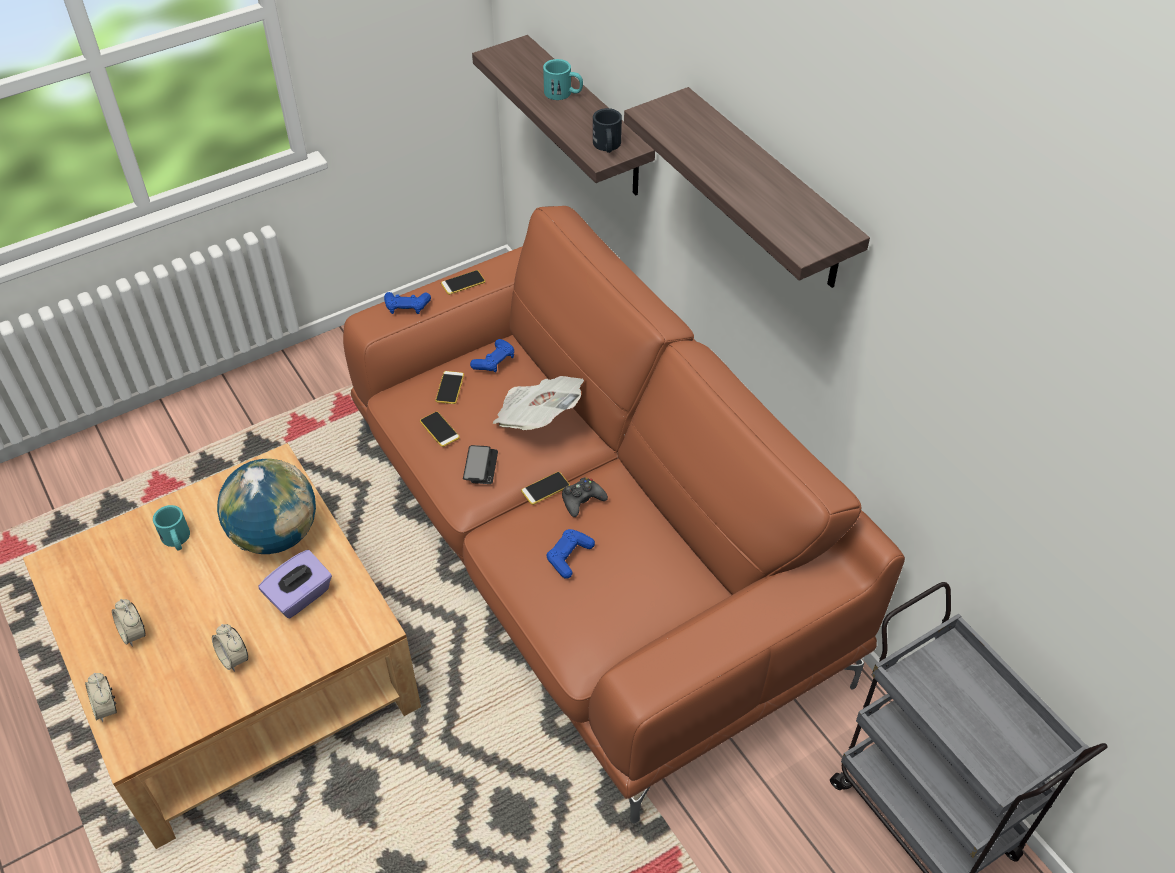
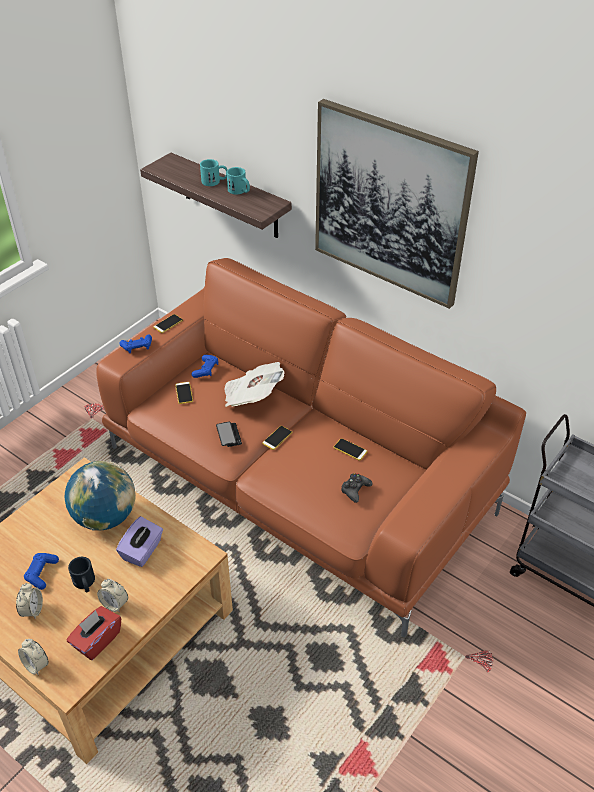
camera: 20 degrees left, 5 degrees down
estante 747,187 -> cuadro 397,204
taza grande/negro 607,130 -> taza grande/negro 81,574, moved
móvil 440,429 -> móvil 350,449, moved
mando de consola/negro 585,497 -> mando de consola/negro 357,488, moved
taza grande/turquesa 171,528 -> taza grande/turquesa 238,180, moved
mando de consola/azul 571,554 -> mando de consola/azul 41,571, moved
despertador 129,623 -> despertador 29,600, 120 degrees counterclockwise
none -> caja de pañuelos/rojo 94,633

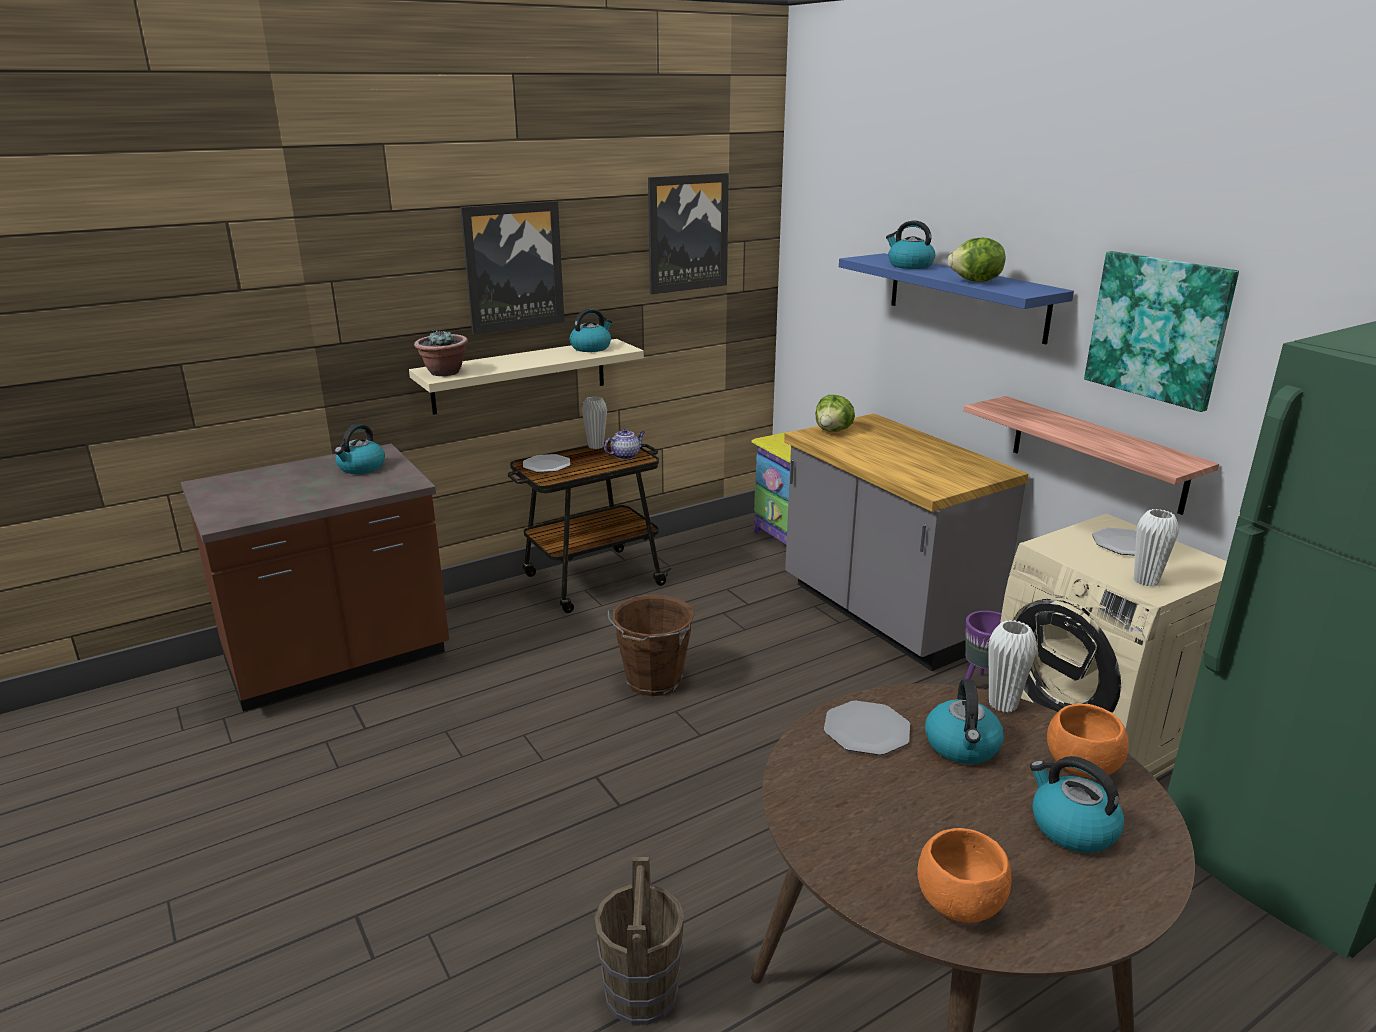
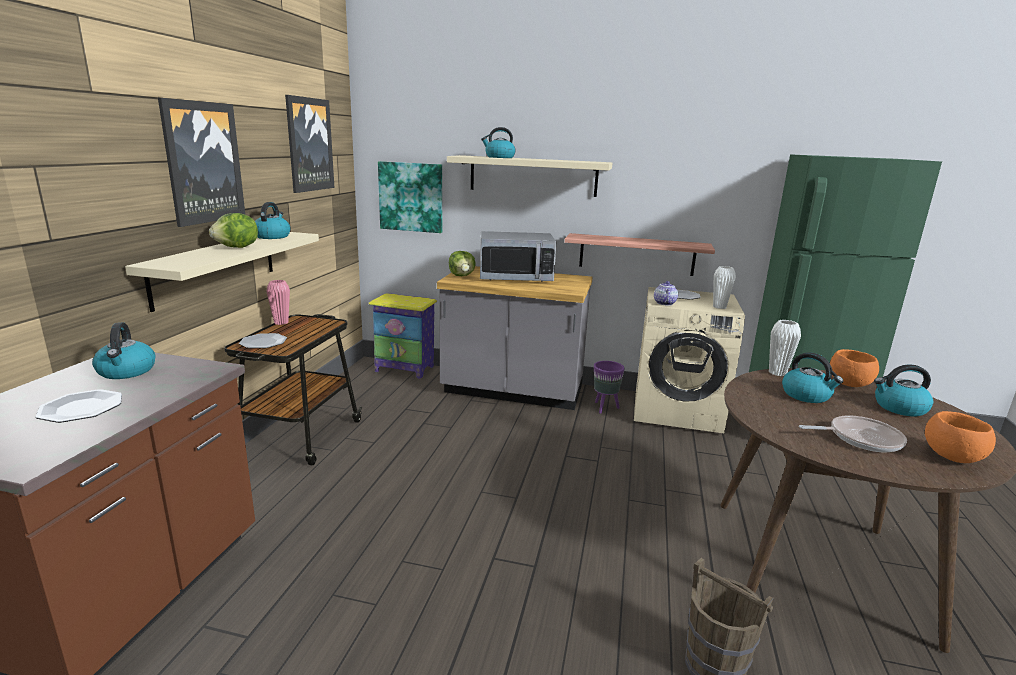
camera: 45 degrees left, 5 degrees down
lechuga 976,260 -> lechuga 233,230, moved
cuadro 1161,331 -> cuadro 410,197, moved
estante/azul 956,299 -> estante/beis 529,176
planta en maceta 441,353 -> none
florero/blanco 594,423 -> florero/rosa 278,302
tetera 624,444 -> tetera 666,293, moved
cubo/marrón 651,645 -> none
plato 867,728 -> plato 78,406, moved
none -> microondas 518,256
none -> sartén 853,434

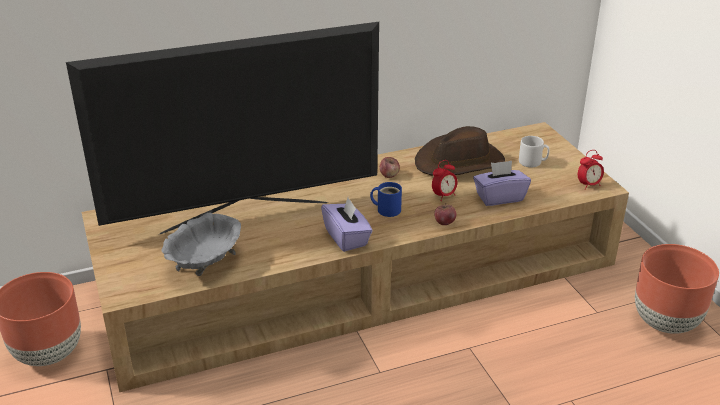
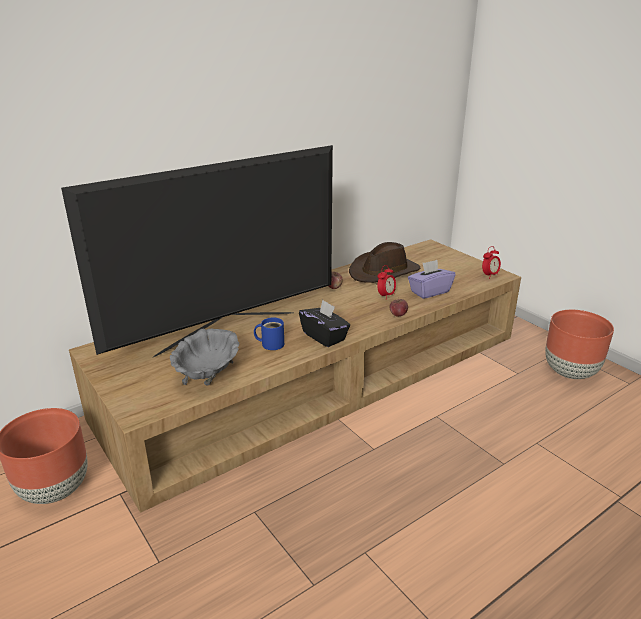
camera: 15 degrees left, 5 degrees down
taza grande/gris 534,151 -> none
taza grande/azul 386,199 -> taza grande/azul 269,334, moved
caja de pañuelos/morado 346,225 -> caja de pañuelos/negro 324,323

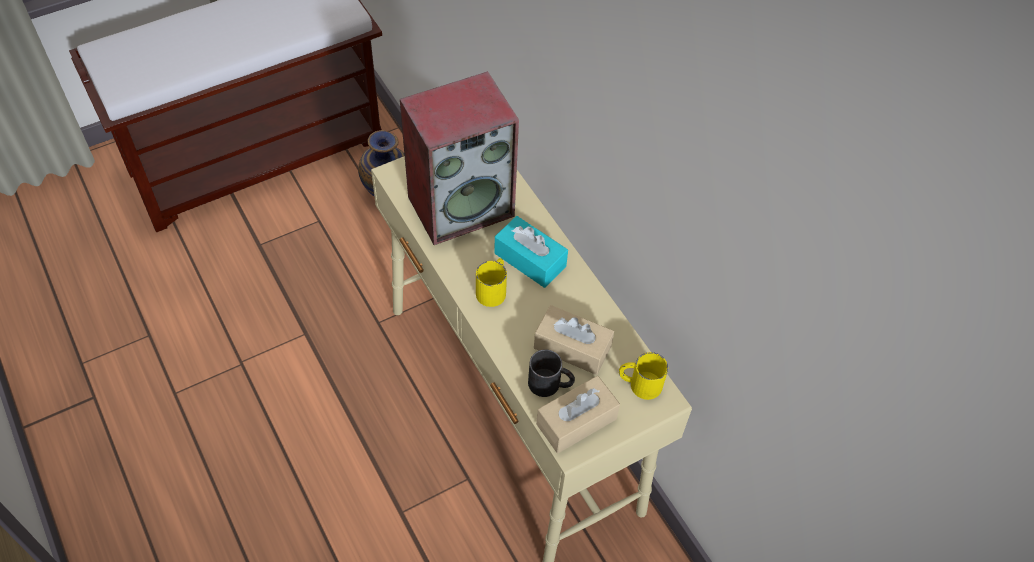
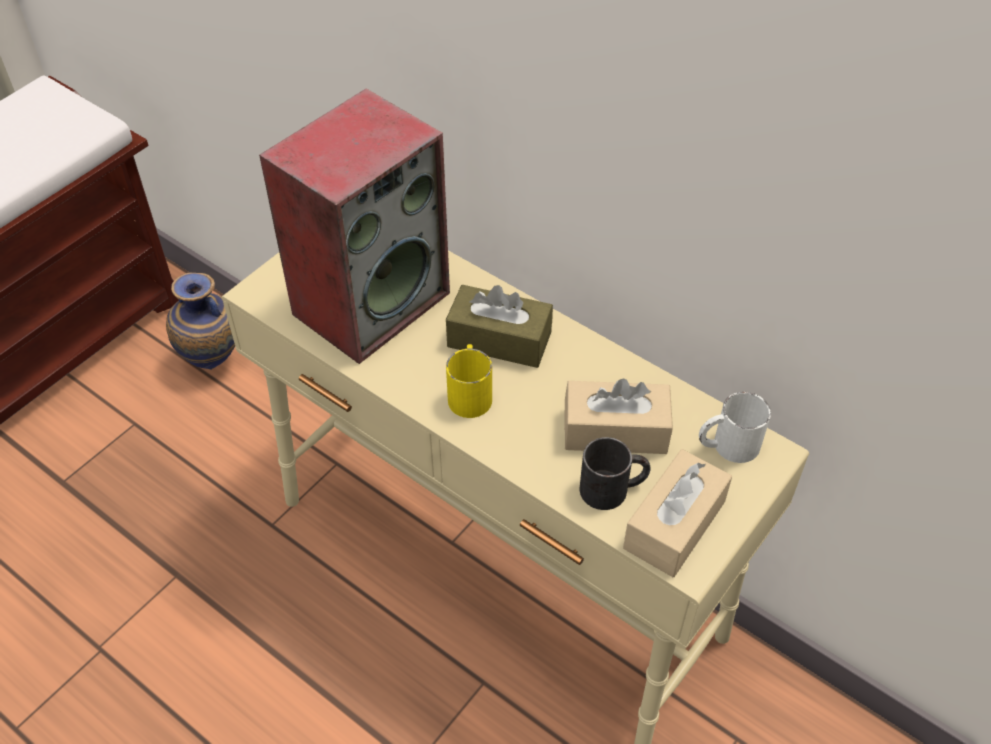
camera: 20 degrees left, 5 degrees down
caja de pañuelos/turquesa 531,252 -> caja de pañuelos/marrón 499,326
taza grande/amarillo 643,376 -> taza grande/blanco 735,427

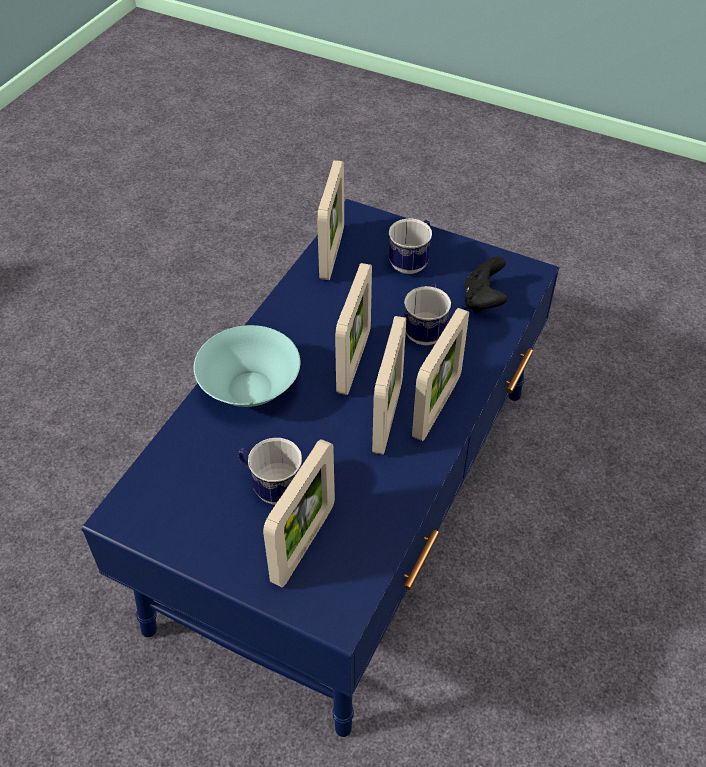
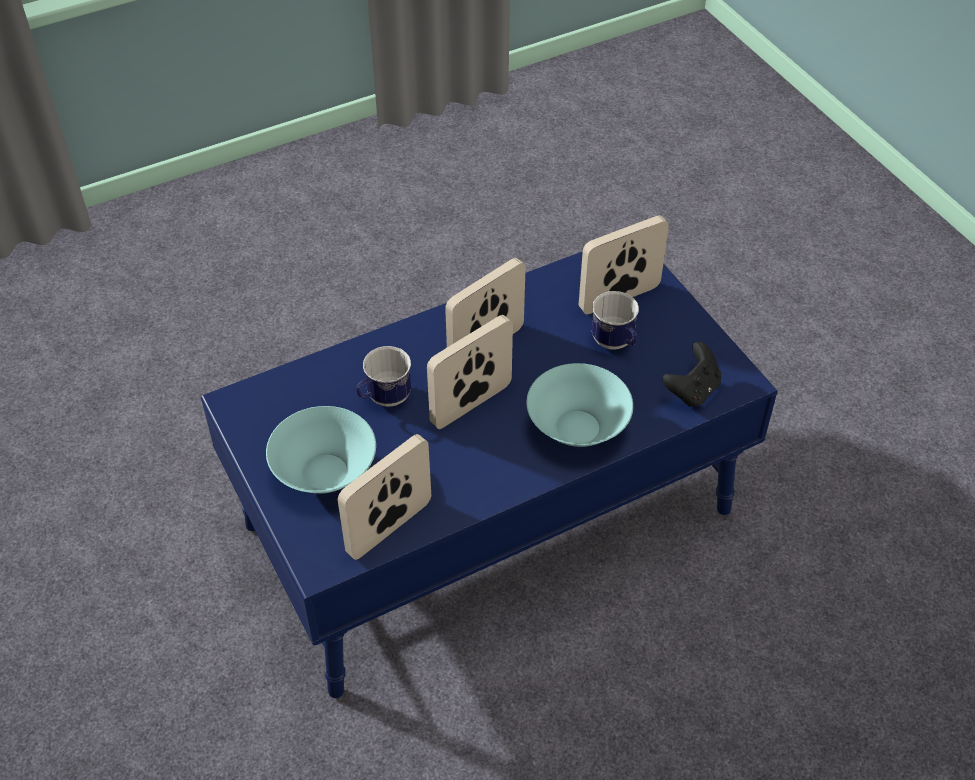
camera: 145 degrees left, 0 degrees up
taza grande 410,246 -> cuenco/turquesa 321,450
mando de consola/negro 486,285 -> mando de consola/negro 692,374, moved
portarretratos 440,374 -> none

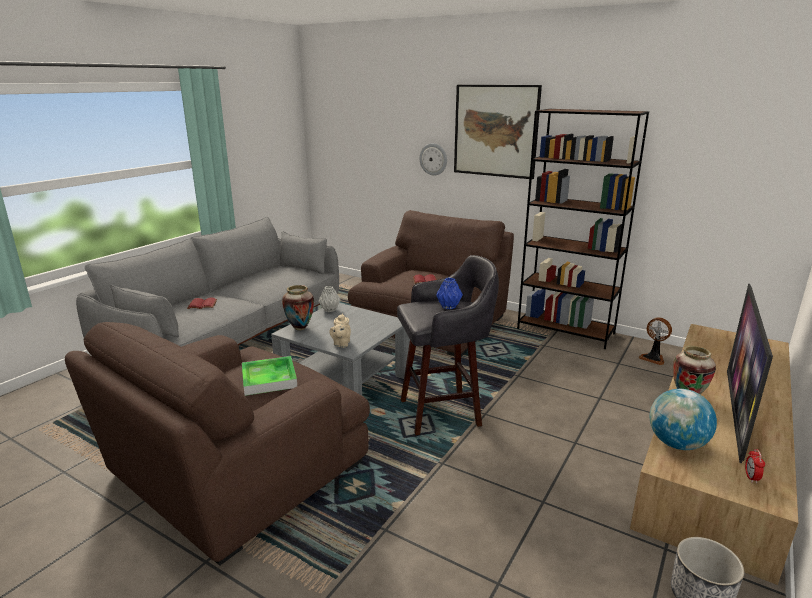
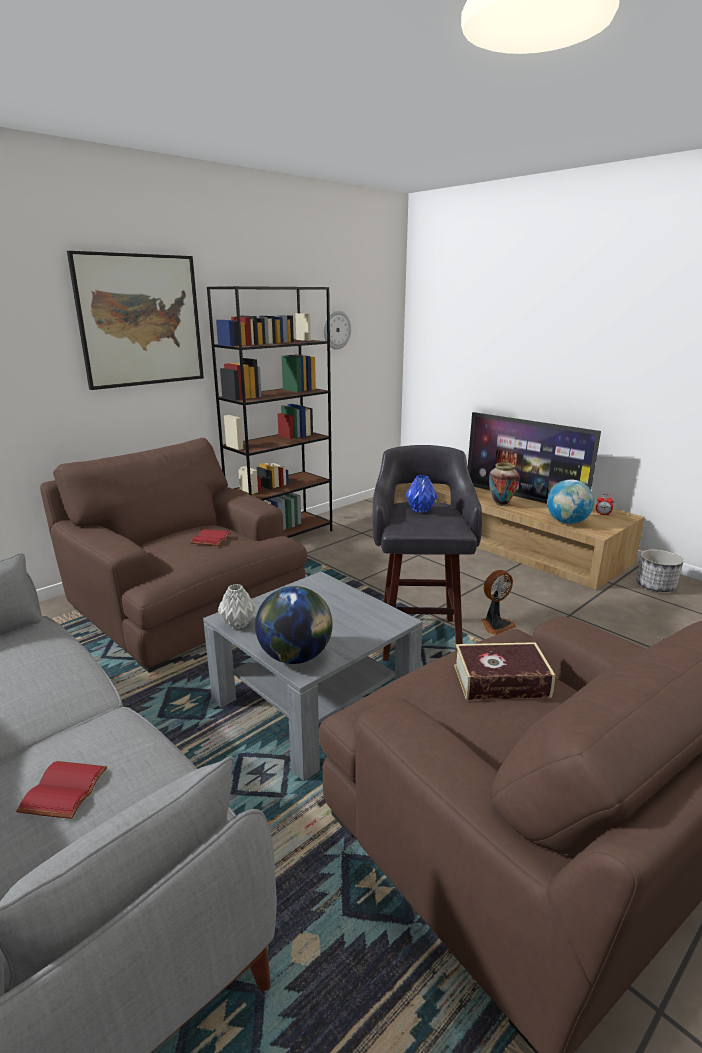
camera: 75 degrees left, 0 degrees up
reloj de pared 433,159 -> reloj de pared 337,330, moved
florero 298,307 -> globo terráqueo 294,625
tetera/beis 340,330 -> none
ventilador 655,341 -> ventilador 498,602, moved
bandeja 269,376 -> libro 504,671

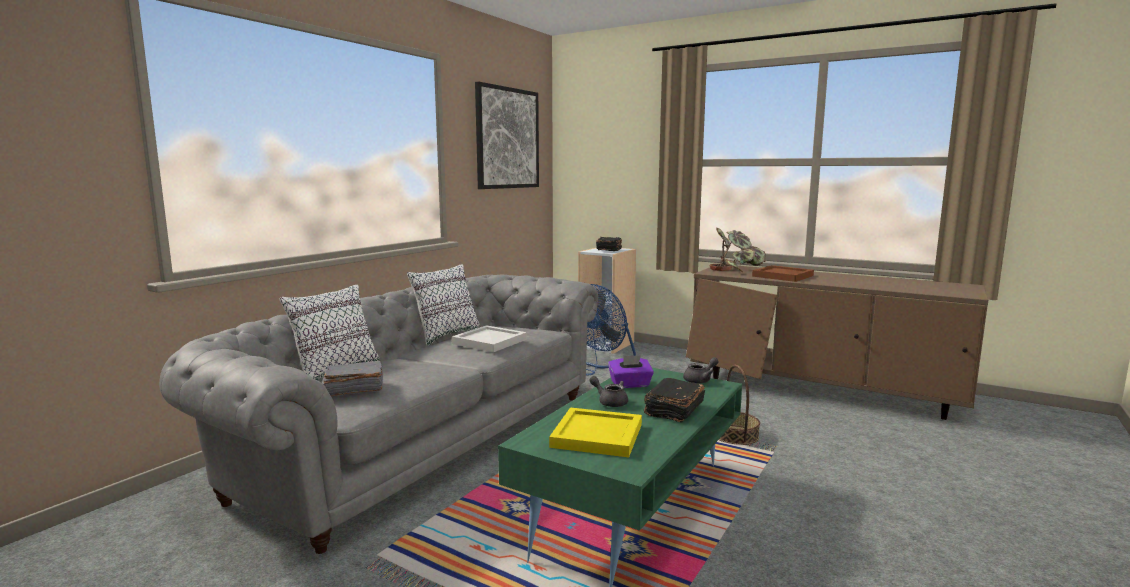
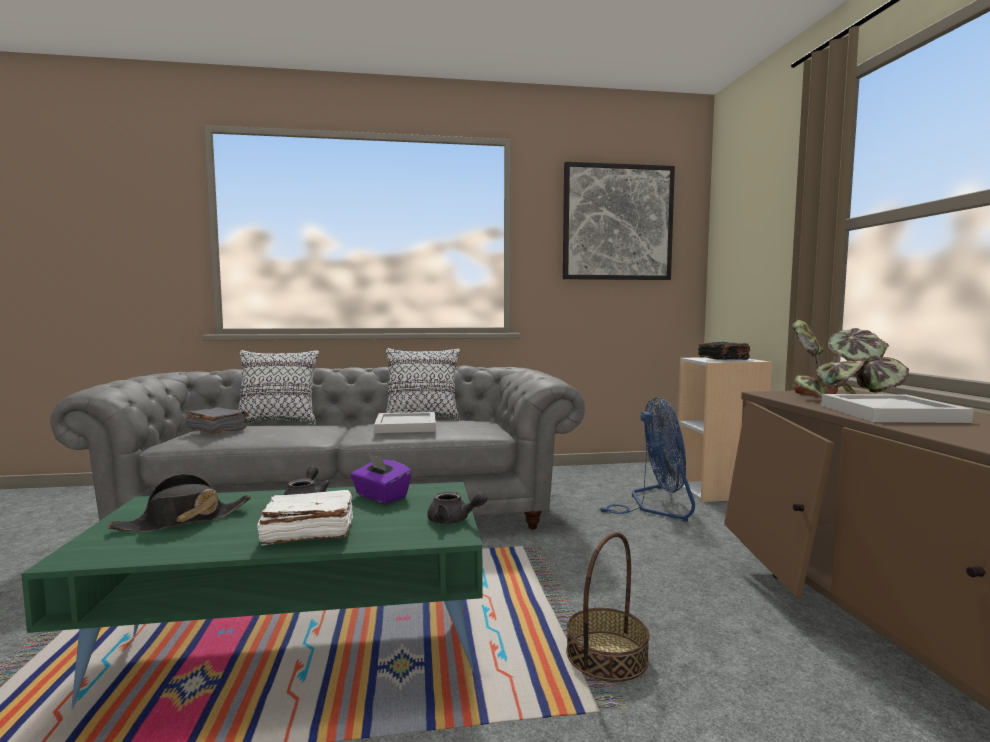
camera: 50 degrees right, 5 degrees down
bandeja/marrón 783,273 -> bandeja/blanco 897,408
libro/negro 674,400 -> libro/blanco 305,518
bandeja/amarillo 595,432 -> sombrero/negro 179,503

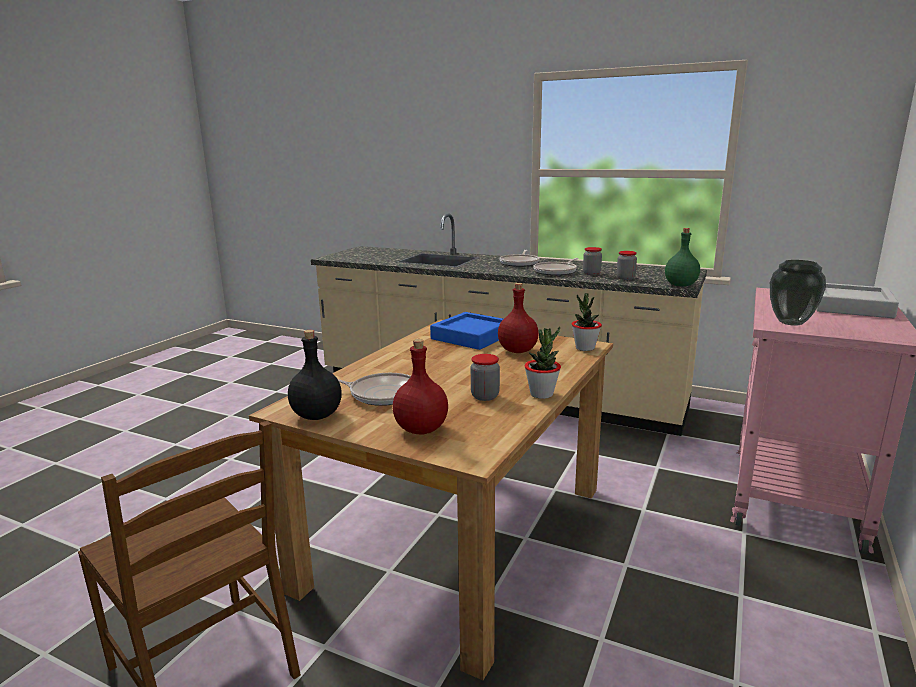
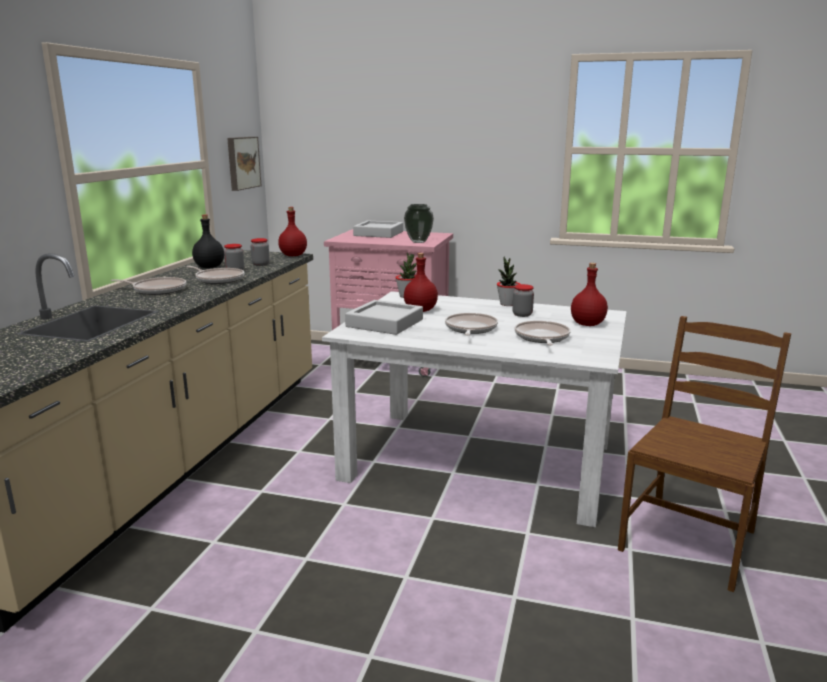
camera: 100 degrees left, 0 degrees up
botella/verde 682,257 -> botella/rojo 292,231
bandeja/azul 466,331 -> bandeja/gris 384,317
mesa de comedor/marrón 431,499 -> mesa de comedor/blanco 474,409
botella/negro 315,375 -> botella/negro 208,241, moved
none -> cuadro 244,164
none -> sartén 471,324

